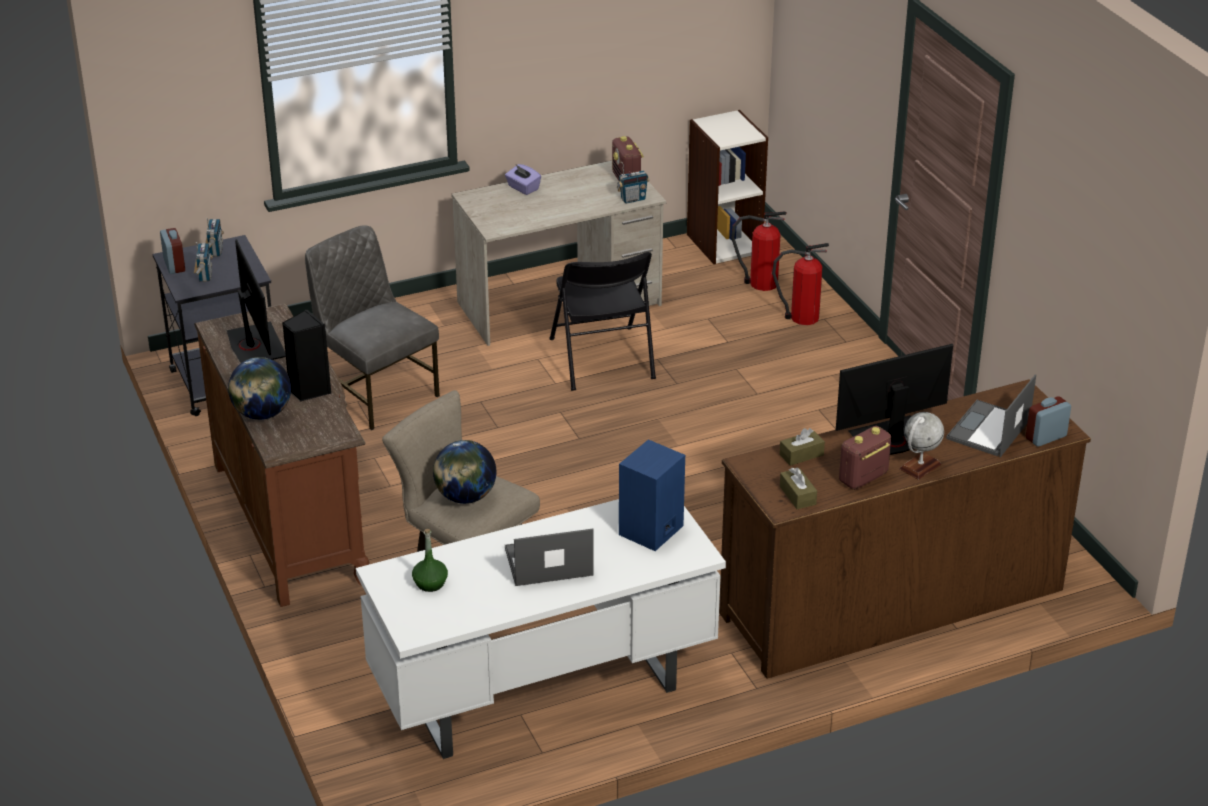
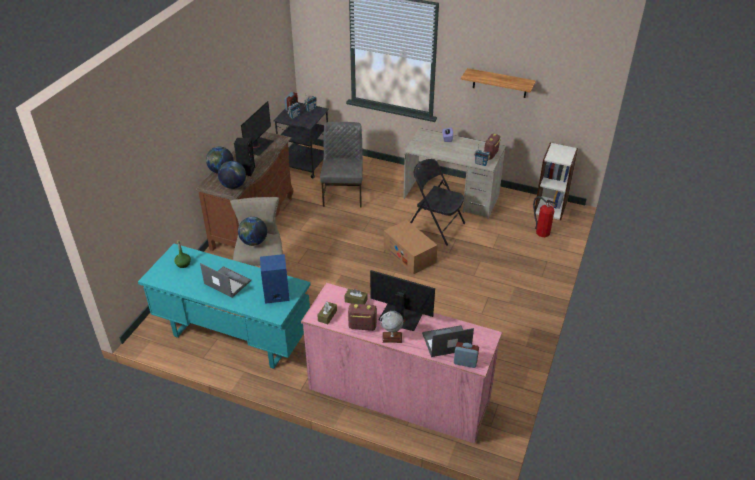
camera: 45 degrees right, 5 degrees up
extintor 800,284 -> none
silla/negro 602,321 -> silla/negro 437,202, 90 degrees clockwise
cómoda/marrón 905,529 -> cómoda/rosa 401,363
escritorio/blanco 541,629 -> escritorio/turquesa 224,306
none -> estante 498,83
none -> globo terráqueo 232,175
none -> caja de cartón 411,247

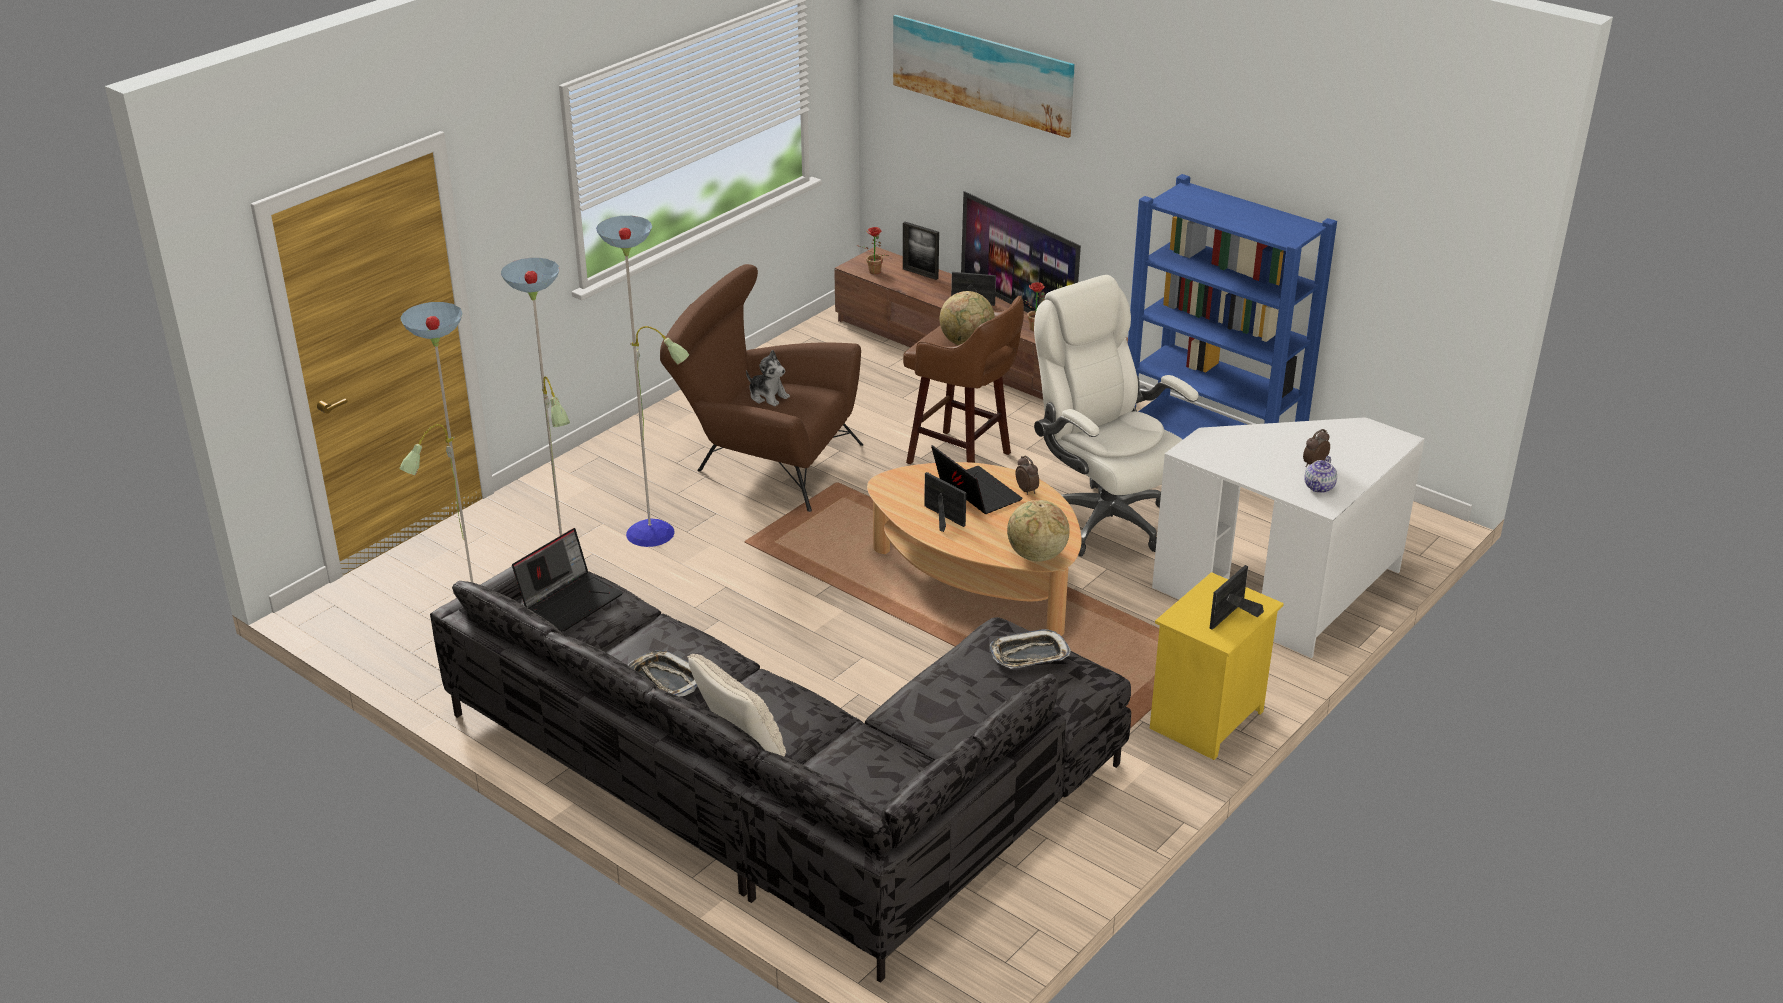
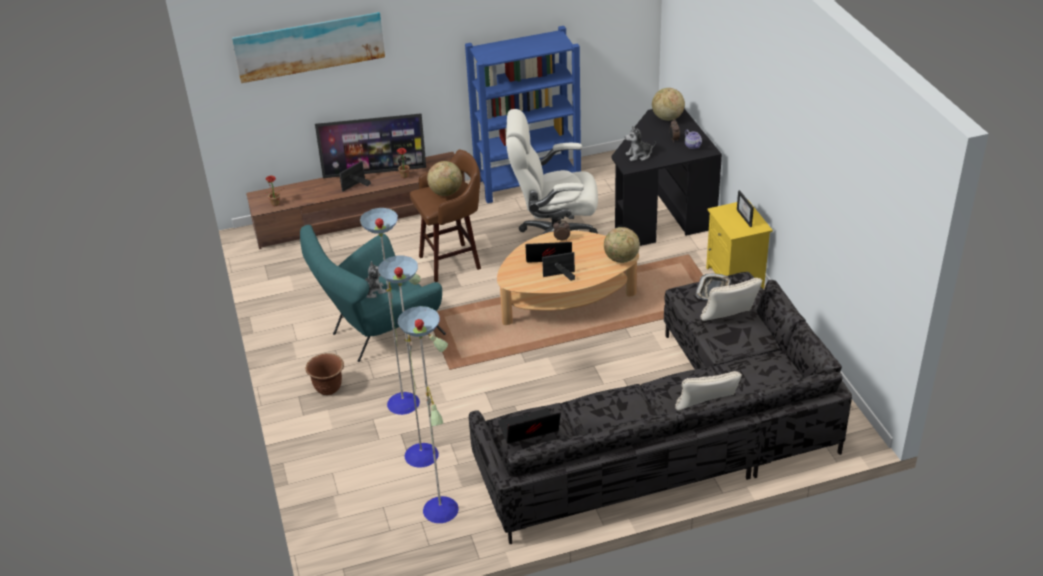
camera: 55 degrees left, 5 degrees up
portarretratos 921,251 -> none
sillón/marrón 761,388 -> sillón/turquesa 373,293
escritorio/blanco 1288,537 -> escritorio/negro 666,177
portátil 567,580 -> portátil 529,426, 90 degrees counterclockwise
bandeja 662,673 -> none
none -> globo terráqueo 668,104
none -> peluche 640,143
none -> cojín/beis 732,299
none -> maceta/marrón 325,374

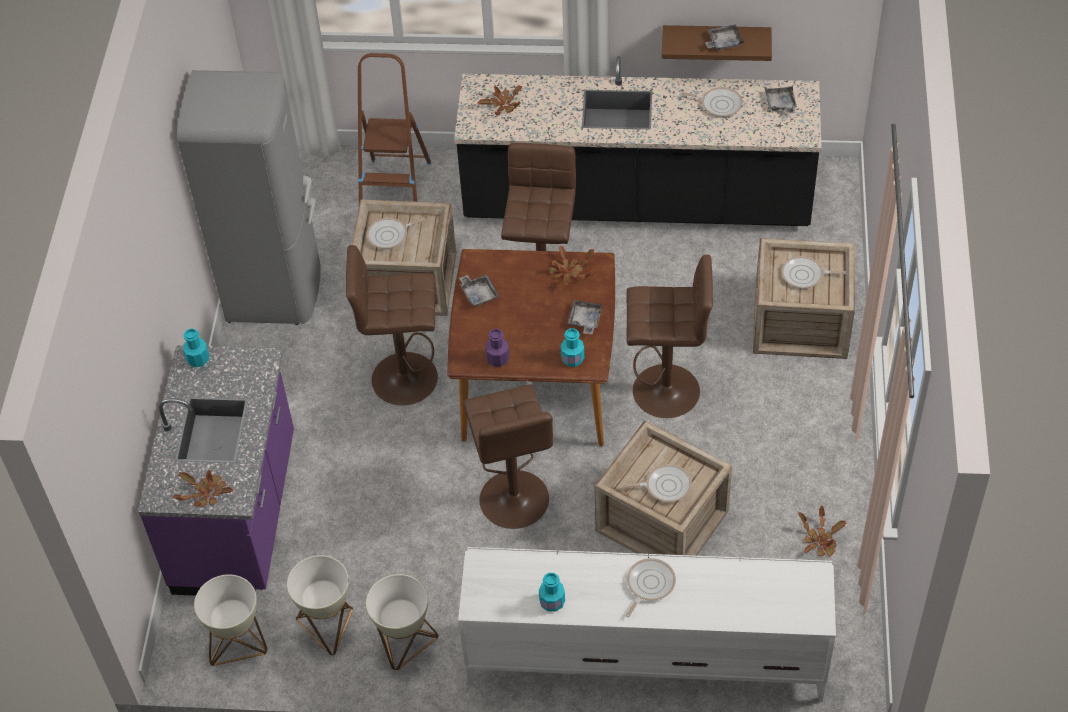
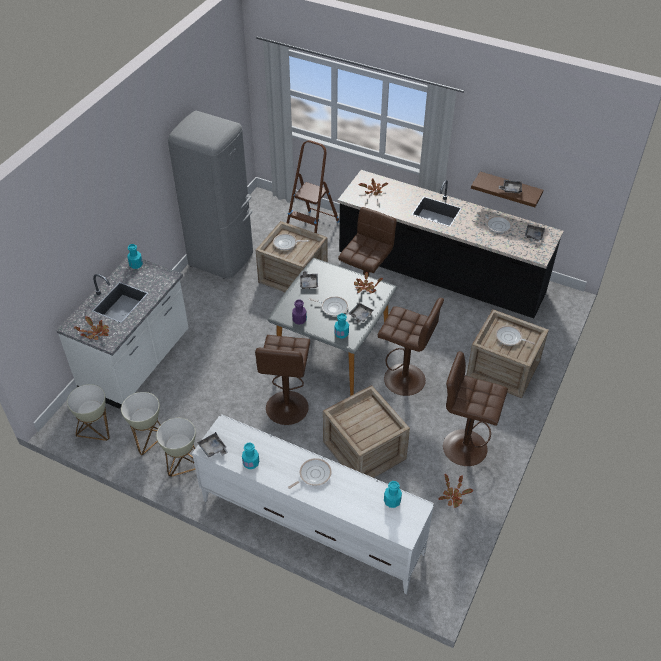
camera: 20 degrees right, 5 degrees down
taburete/marrón 392,325 -> taburete/marrón 475,408, moved
mesa de comedor/marrón 531,347 -> mesa de comedor/gris 332,327
mueble bajo de cocina/morado 216,470 -> mueble bajo de cocina/blanco 122,333
sartén 657,483 -> sartén 328,306, moved
none -> bandeja/gris 212,444
none -> botella/turquesa 393,494

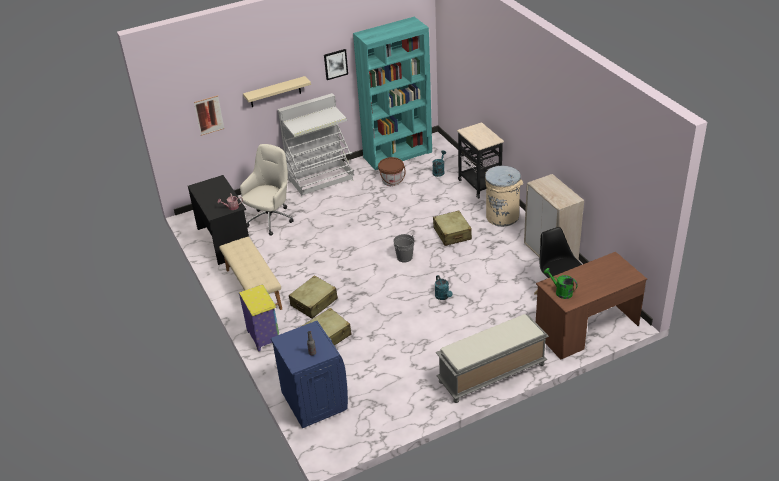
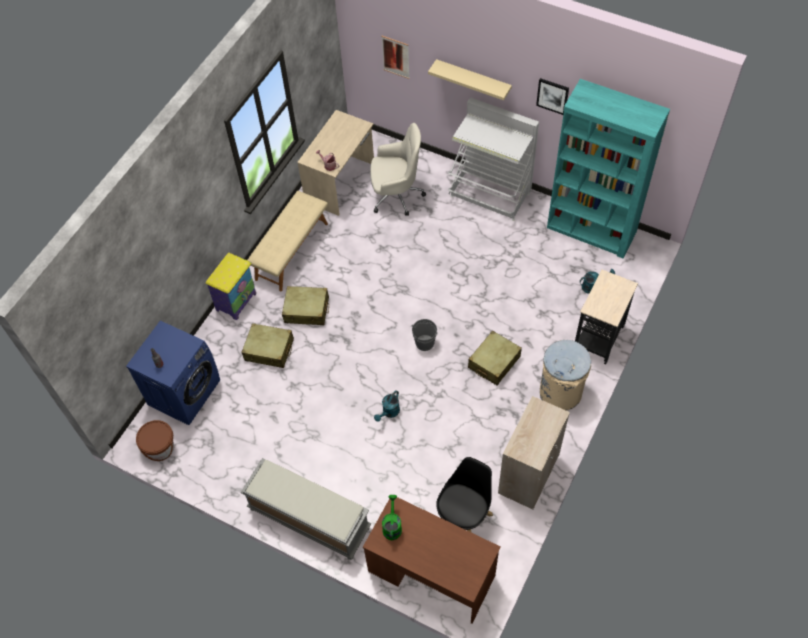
camera: 55 degrees right, 20 degrees up
cubo/marrón 392,171 -> cubo/marrón 155,440, moved
escritorio/negro 218,220 -> escritorio/beis 335,163

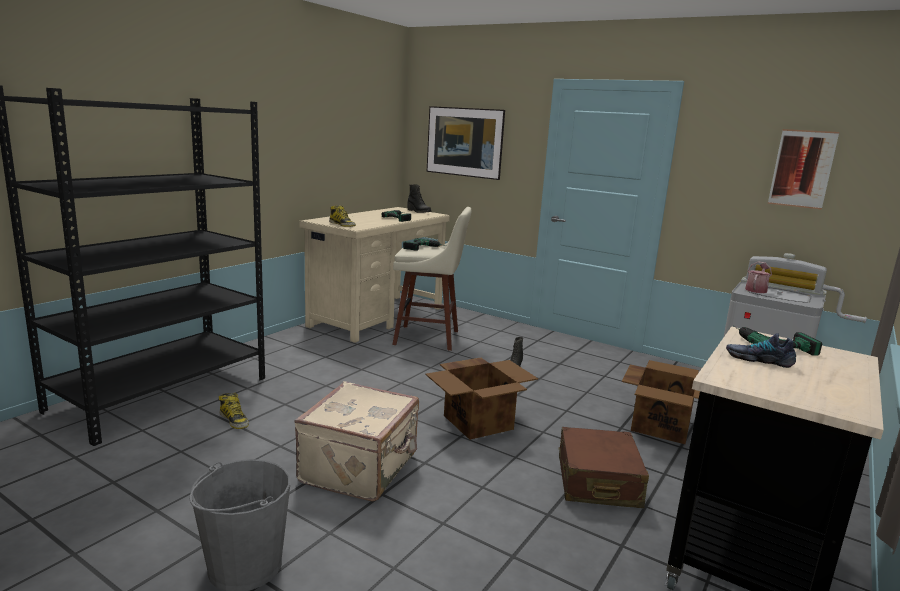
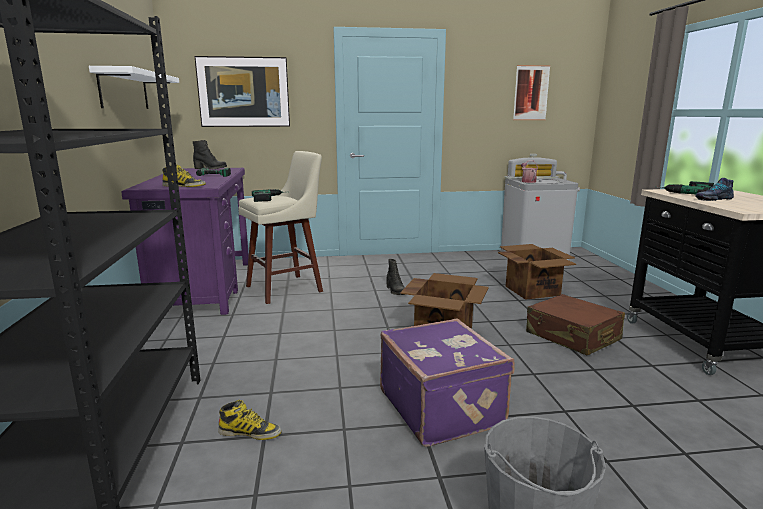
camera: 40 degrees left, 0 degrees up
escritorio/beis 374,275 -> escritorio/morado 185,241
maleta/beis 356,441 -> maleta/morado 447,382
none -> estante/blanco 134,87

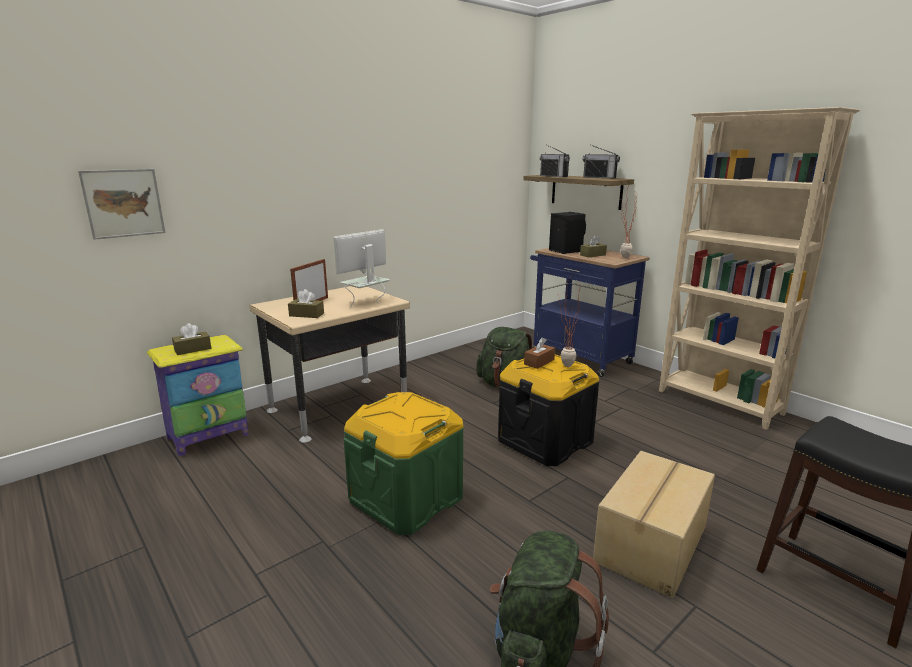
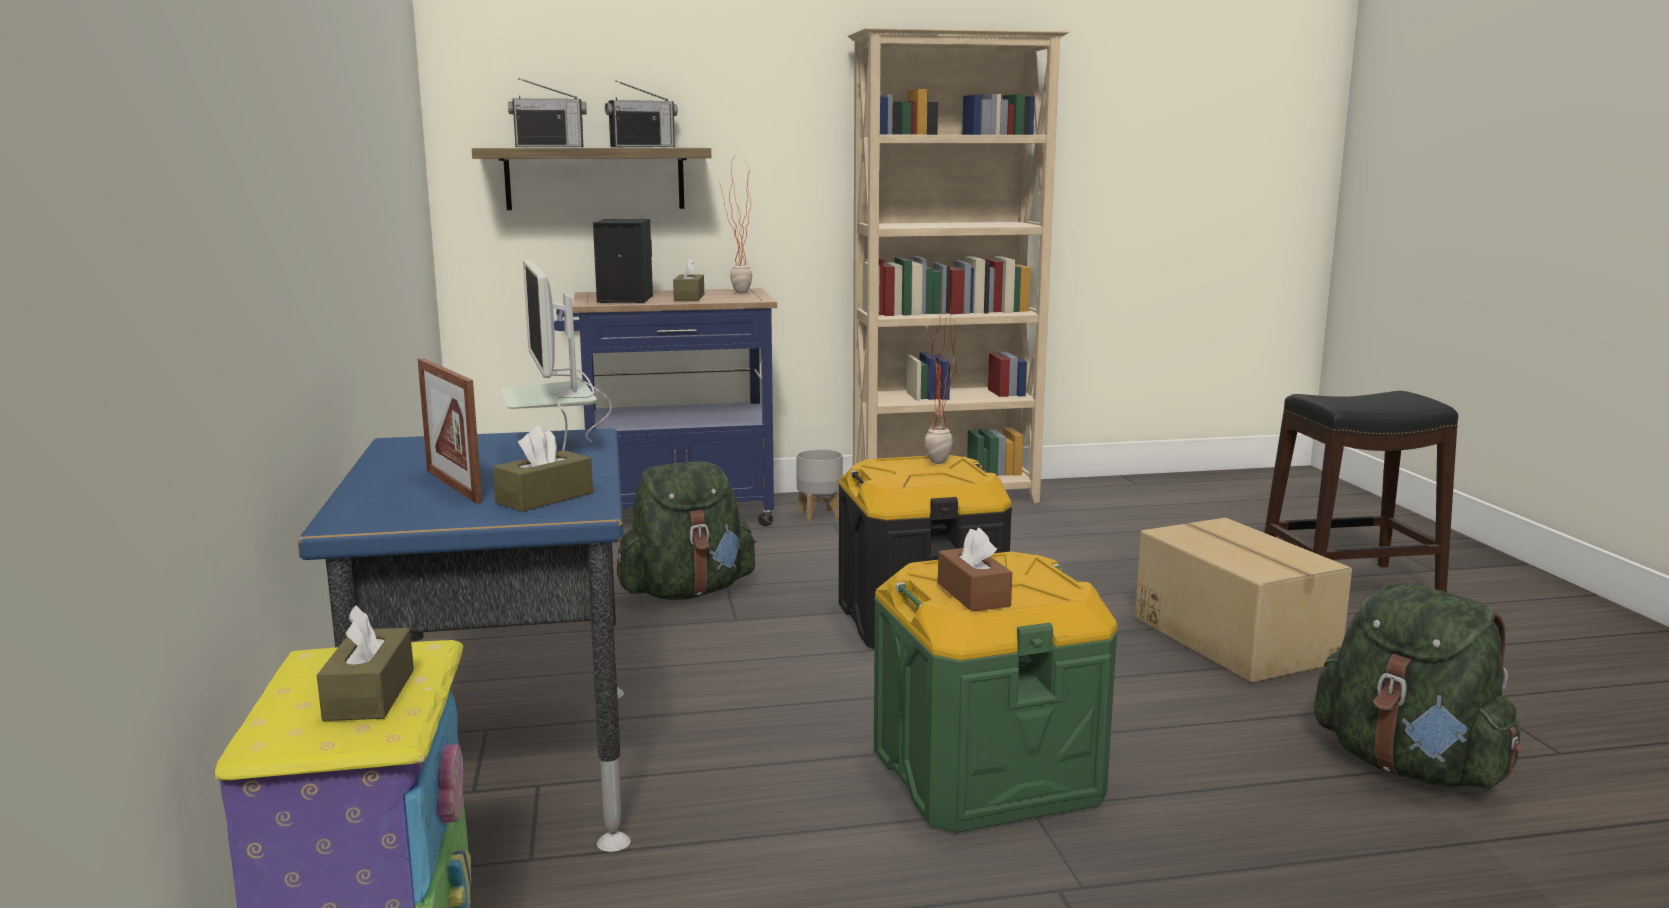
camera: 60 degrees left, 5 degrees down
cuadro 122,204 -> none
escritorio/beis 329,364 -> escritorio/azul 464,640
caja de pañuelos/marrón 539,353 -> caja de pañuelos/marrón 975,569, moved
none -> maceta/gris 819,485

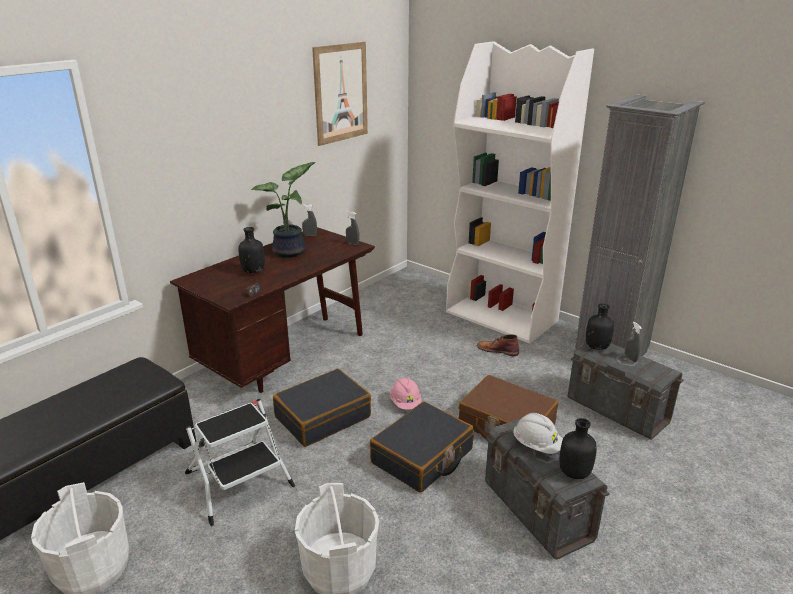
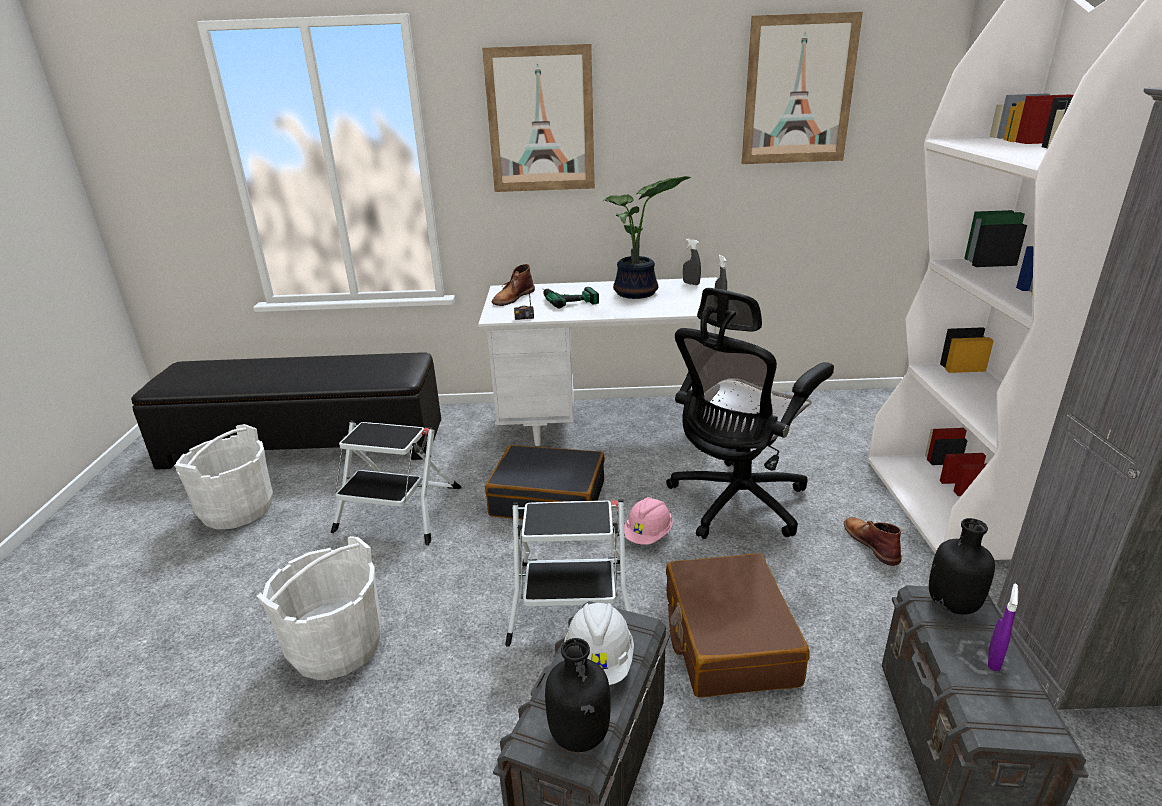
camera: 50 degrees right, 0 degrees up
escritorio/marrón 272,310 -> escritorio/blanco 597,361
botella/negro 252,250 -> taladro 571,297
pulverizador/gris 633,342 -> pulverizador/morado 1003,627
maleta/negro 422,447 -> escalera de tijera 569,573
none -> cuadro 538,118
none -> bota/marrón 513,285
none -> silla de oficina 750,413

